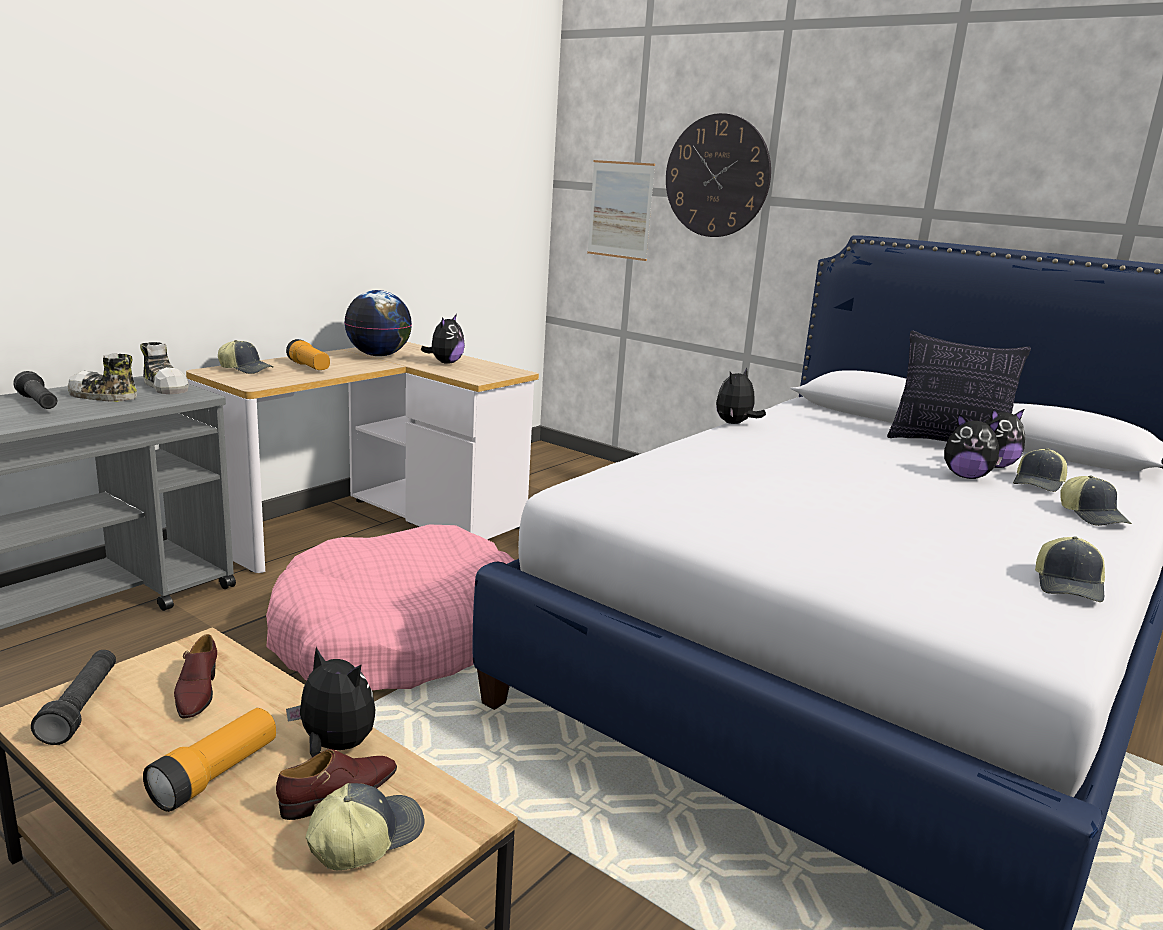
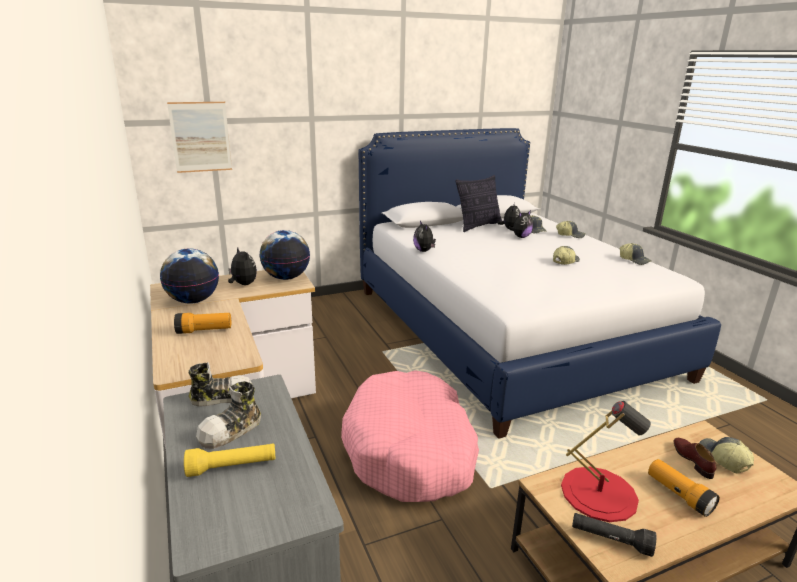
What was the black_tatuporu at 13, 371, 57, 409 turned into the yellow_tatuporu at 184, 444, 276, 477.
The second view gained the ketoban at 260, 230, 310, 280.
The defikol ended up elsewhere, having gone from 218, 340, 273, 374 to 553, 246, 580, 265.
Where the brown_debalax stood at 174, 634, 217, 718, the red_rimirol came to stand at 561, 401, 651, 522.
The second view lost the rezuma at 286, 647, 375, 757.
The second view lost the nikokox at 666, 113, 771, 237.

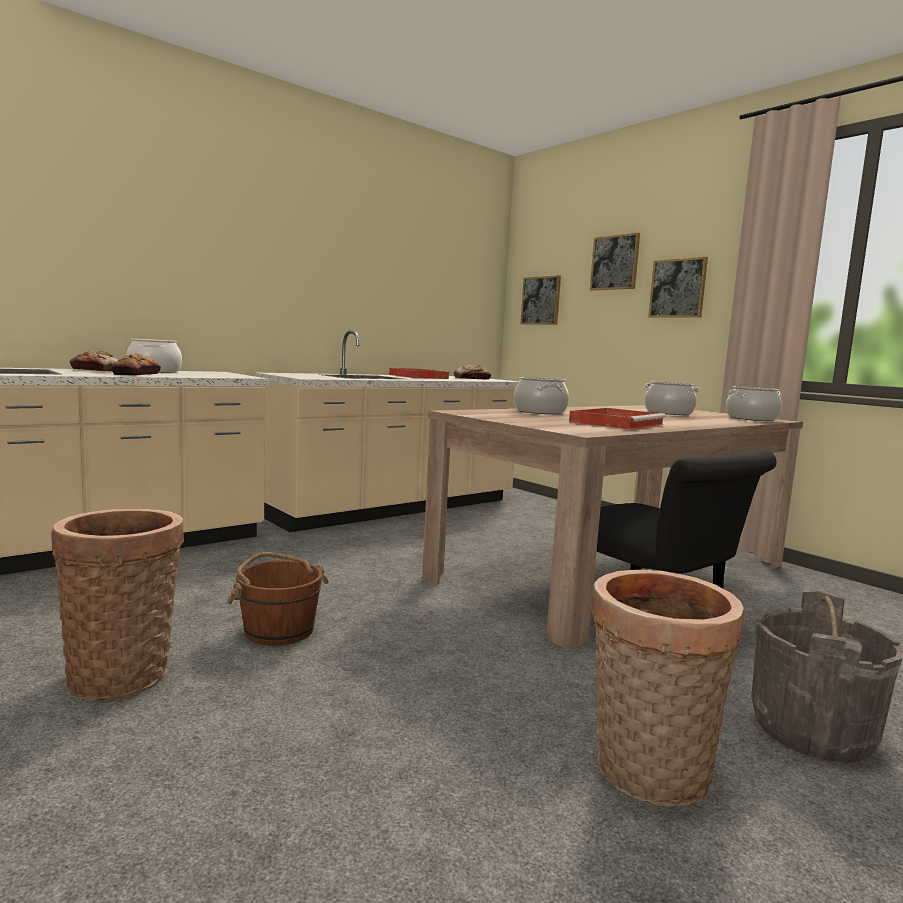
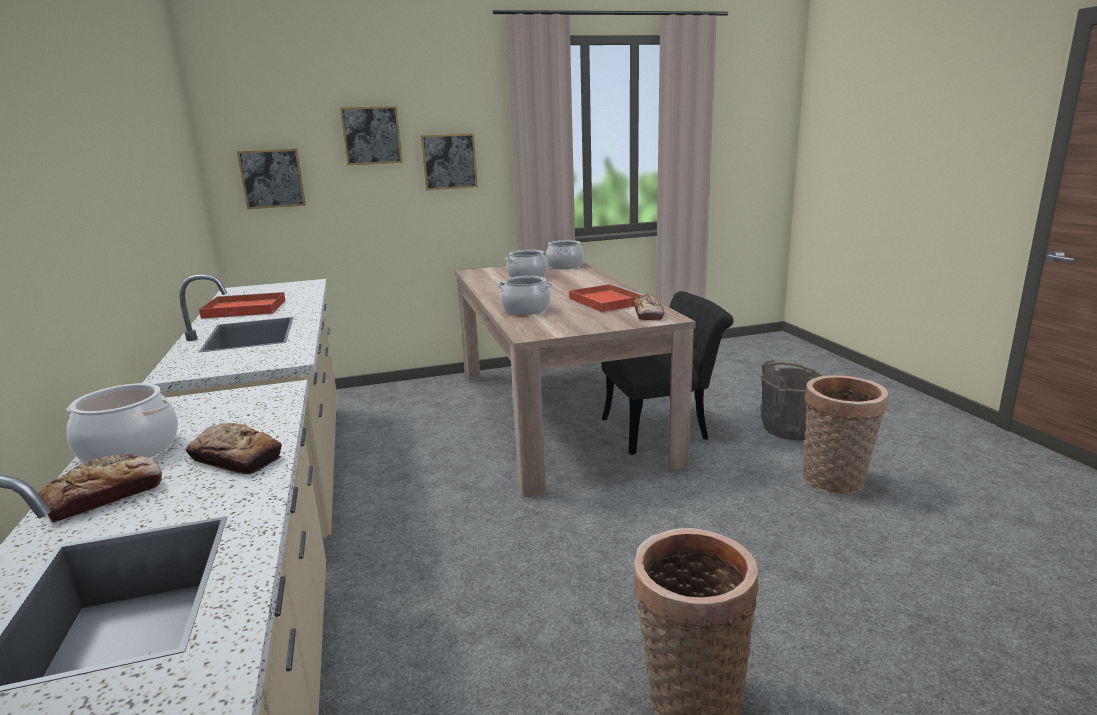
The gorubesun ended up elsewhere, having gone from 454, 364, 491, 380 to 634, 294, 665, 320.
The second view lost the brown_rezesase at 227, 552, 329, 646.

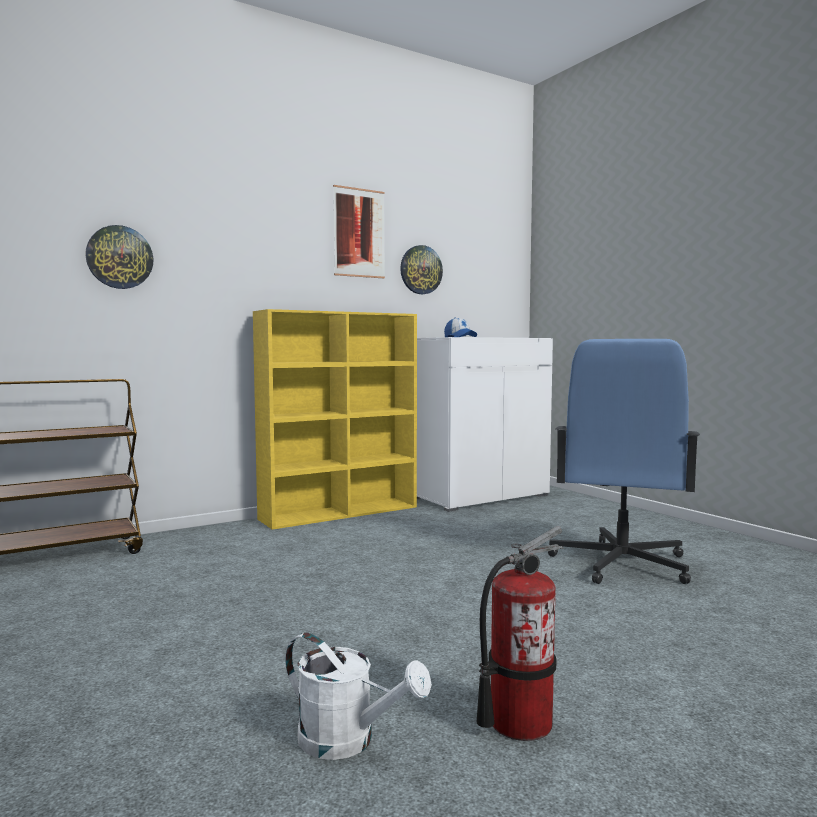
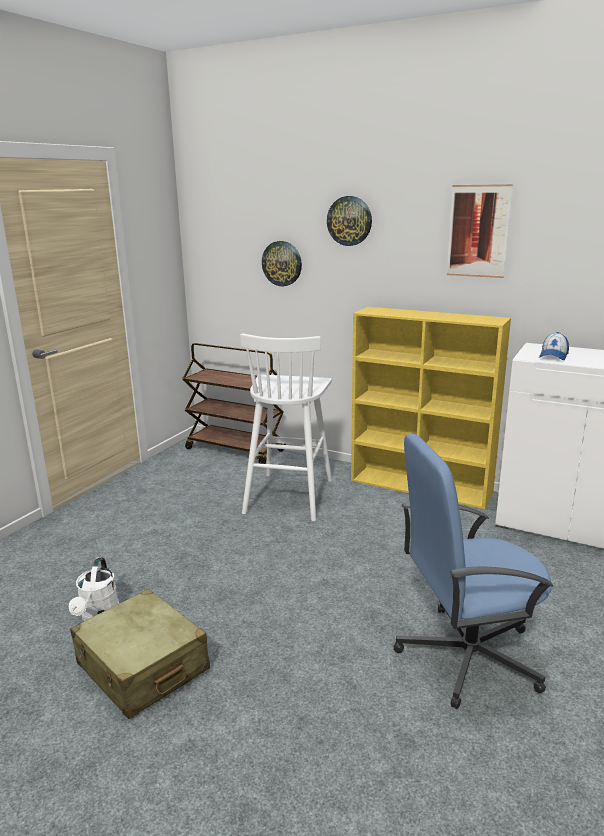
Where the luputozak stood at 477, 526, 564, 741, the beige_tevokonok came to stand at 70, 589, 210, 719.
The second view gained the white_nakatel at 240, 333, 332, 521.
The nikokox ended up elsewhere, having gone from 400, 245, 443, 294 to 327, 196, 372, 246.

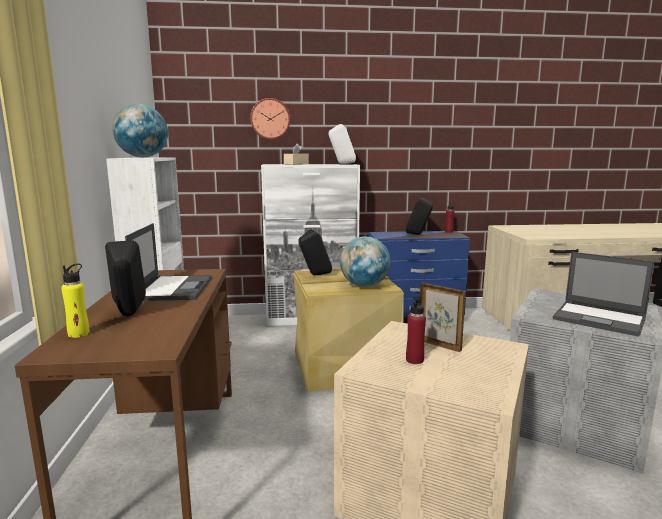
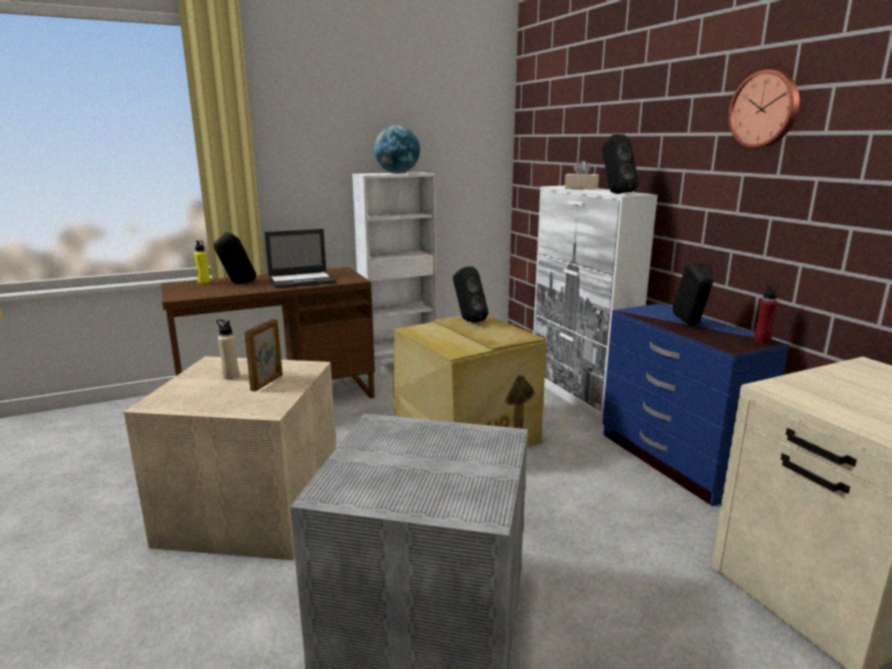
What was the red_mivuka at 406, 296, 426, 364 turned into the beige_mivuka at 216, 319, 239, 379.
What was the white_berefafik at 329, 124, 356, 164 turned into the black_berefafik at 602, 134, 638, 194.
The nikokox ended up elsewhere, having gone from 250, 98, 291, 140 to 728, 70, 800, 148.
The second view lost the ketoban at 340, 236, 391, 287.
The second view lost the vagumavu at 553, 252, 655, 337.

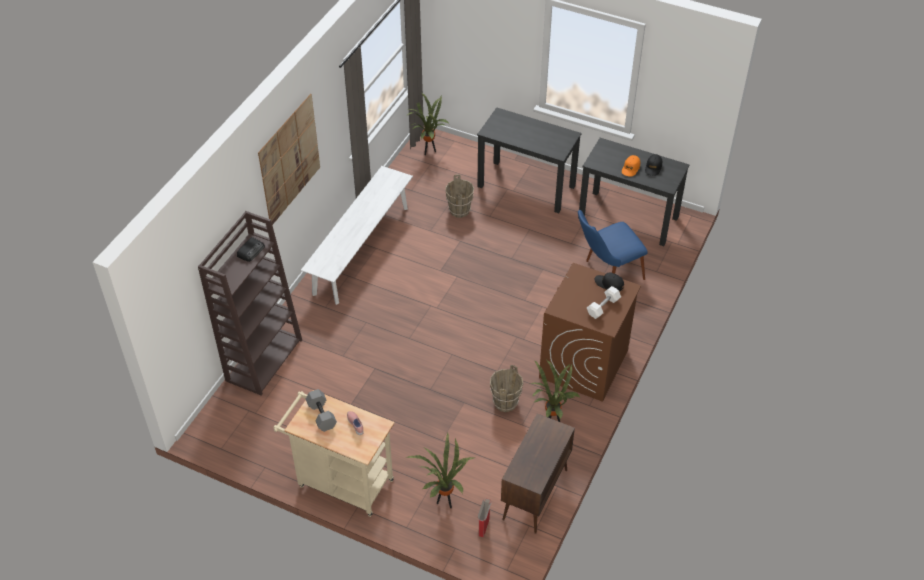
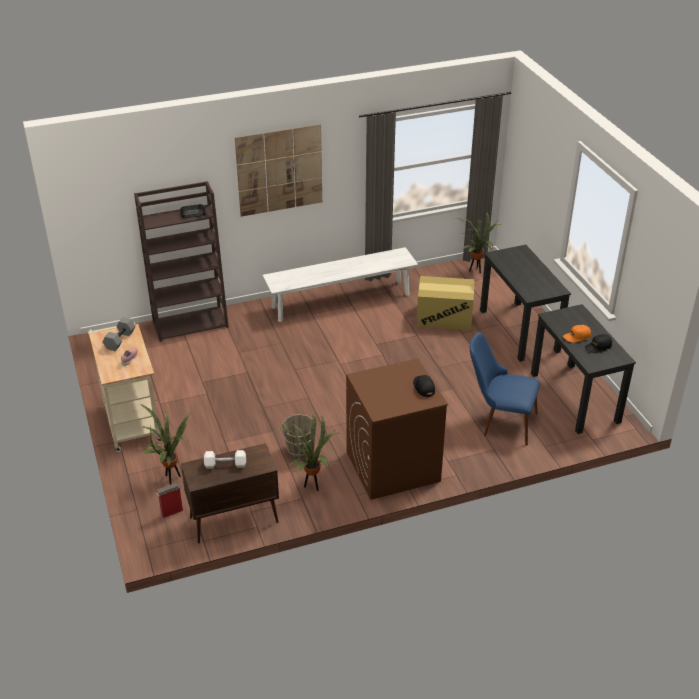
The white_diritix ended up elsewhere, having gone from 587, 286, 621, 319 to 204, 450, 246, 469.
Where the brown_rezesase stood at 445, 174, 474, 218, the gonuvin came to stand at 417, 276, 474, 330.

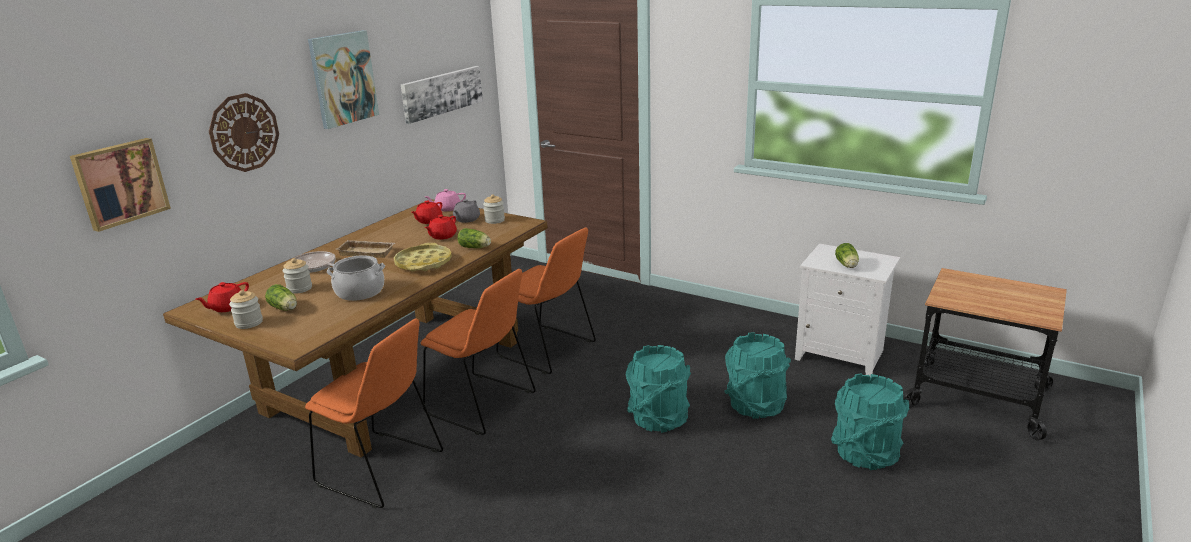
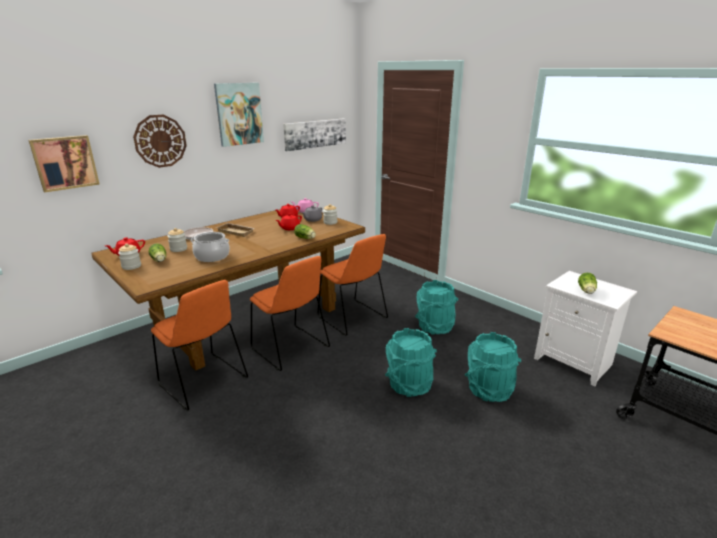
The turquoise_rezesase ended up elsewhere, having gone from 831, 373, 909, 470 to 415, 280, 458, 335.
The second view lost the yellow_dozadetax at 394, 243, 452, 272.

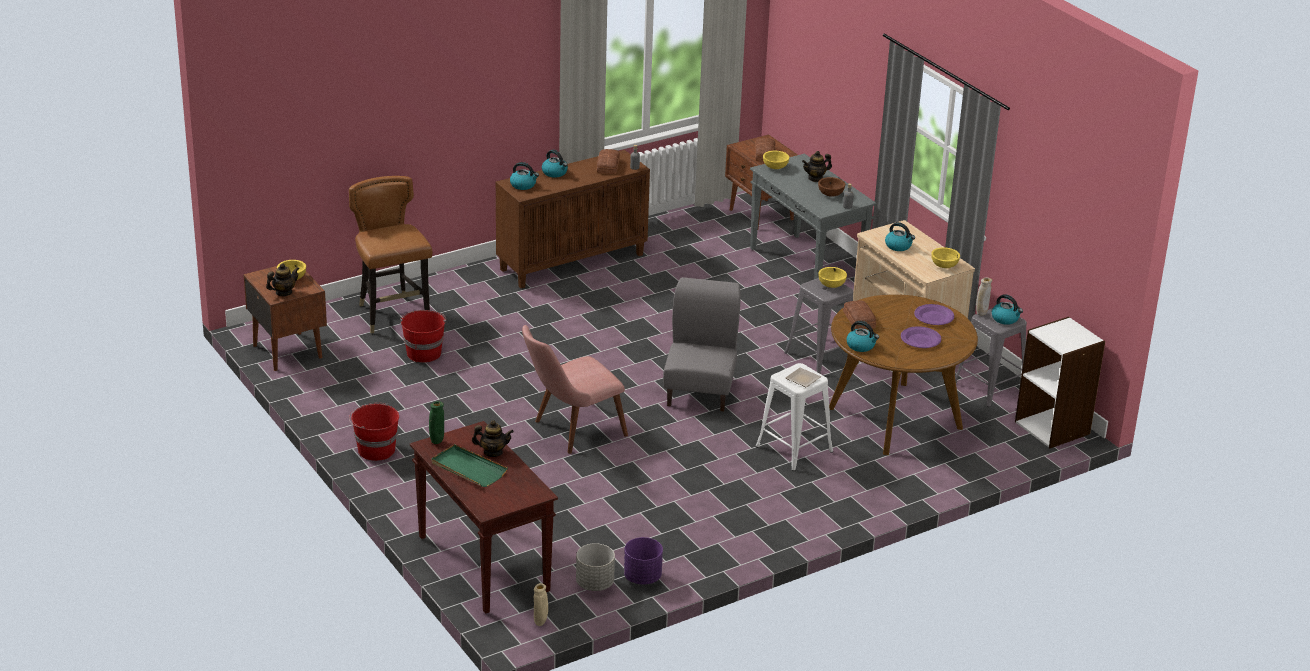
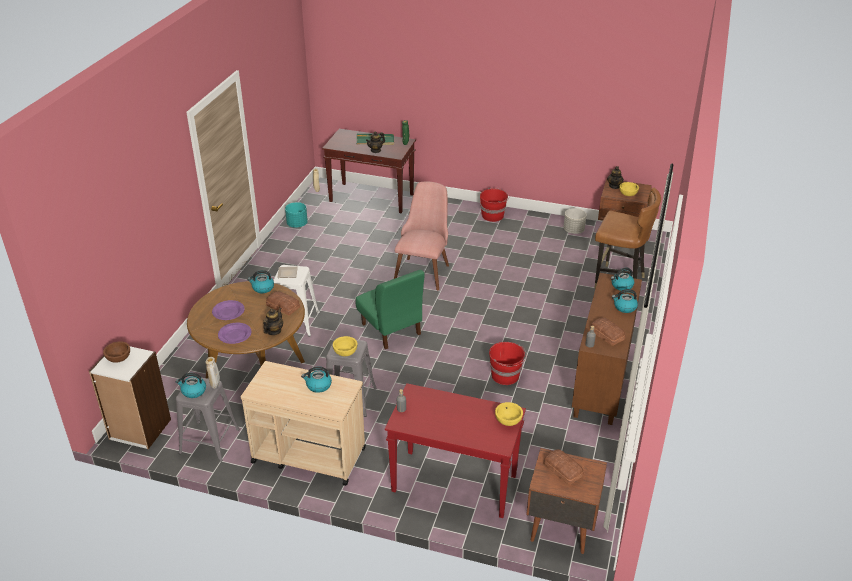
The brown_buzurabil ended up elsewhere, having gone from 818, 177, 845, 197 to 103, 341, 130, 363.
The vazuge ended up elsewhere, having gone from 802, 151, 832, 182 to 263, 308, 283, 335.
What was the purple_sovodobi at 624, 537, 663, 585 turned into the turquoise_sovodobi at 285, 202, 308, 228.
What was the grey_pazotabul at 663, 277, 741, 411 turned into the green_pazotabul at 356, 269, 425, 349.
What was the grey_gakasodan at 750, 154, 877, 279 turned into the red_gakasodan at 385, 383, 526, 518.
The red_rezesase ended up elsewhere, having gone from 400, 310, 446, 363 to 489, 342, 527, 385.
The grey_sovodobi ended up elsewhere, having gone from 576, 543, 615, 591 to 563, 208, 586, 234.
The second view lost the yellow_buzurabil at 931, 247, 960, 268.

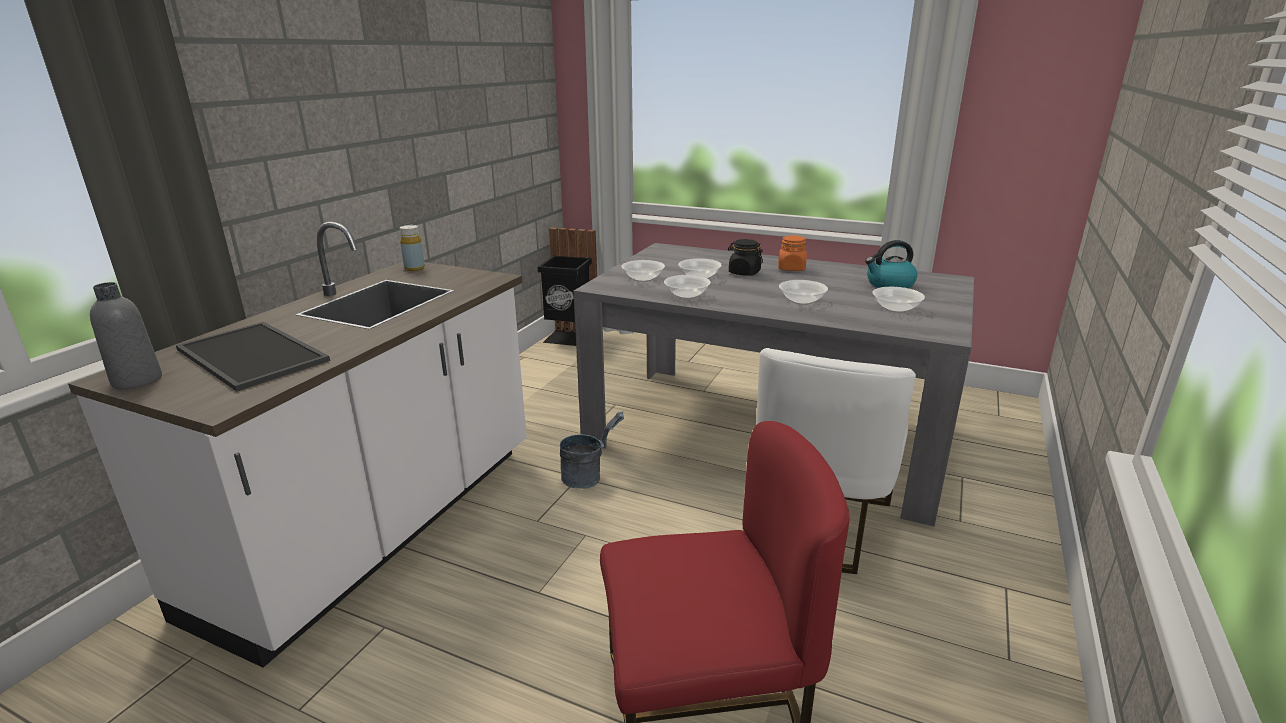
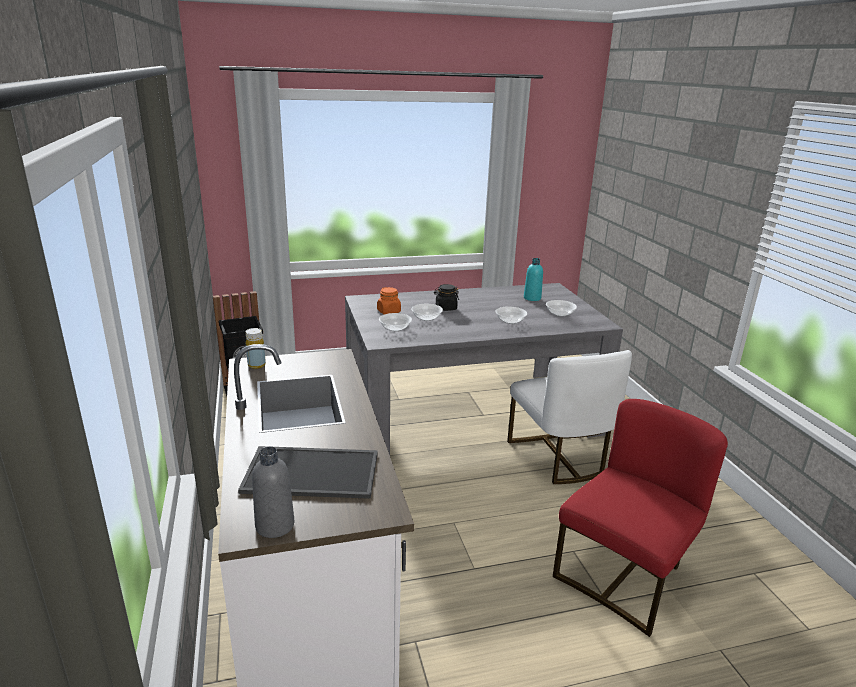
The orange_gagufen ended up elsewhere, having gone from 778, 235, 807, 271 to 377, 287, 401, 314.
Where the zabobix stood at 865, 240, 918, 288, the turquoise_mivuka came to stand at 524, 258, 543, 301.
The second view lost the grey_rezesase at 560, 412, 624, 489.
The second view lost the buzurabil at 664, 275, 711, 299.

